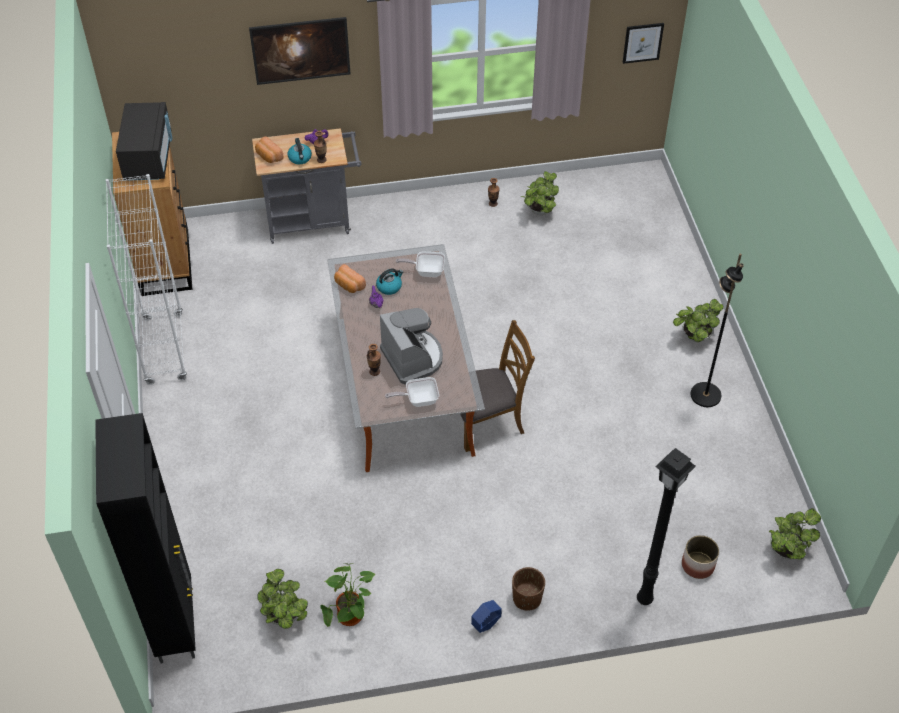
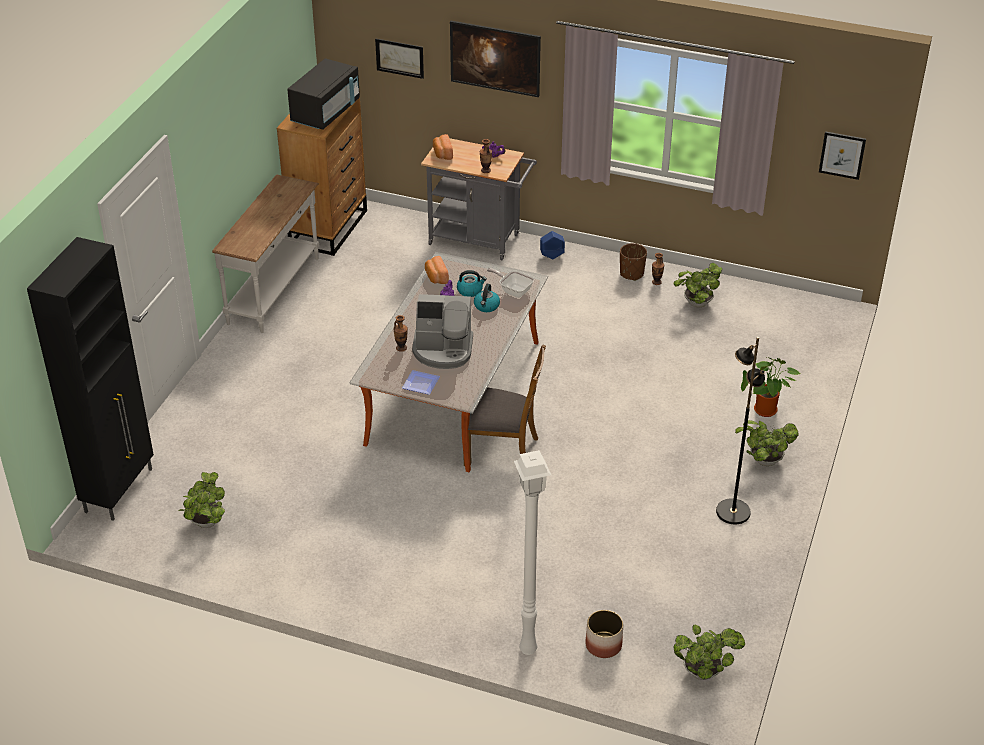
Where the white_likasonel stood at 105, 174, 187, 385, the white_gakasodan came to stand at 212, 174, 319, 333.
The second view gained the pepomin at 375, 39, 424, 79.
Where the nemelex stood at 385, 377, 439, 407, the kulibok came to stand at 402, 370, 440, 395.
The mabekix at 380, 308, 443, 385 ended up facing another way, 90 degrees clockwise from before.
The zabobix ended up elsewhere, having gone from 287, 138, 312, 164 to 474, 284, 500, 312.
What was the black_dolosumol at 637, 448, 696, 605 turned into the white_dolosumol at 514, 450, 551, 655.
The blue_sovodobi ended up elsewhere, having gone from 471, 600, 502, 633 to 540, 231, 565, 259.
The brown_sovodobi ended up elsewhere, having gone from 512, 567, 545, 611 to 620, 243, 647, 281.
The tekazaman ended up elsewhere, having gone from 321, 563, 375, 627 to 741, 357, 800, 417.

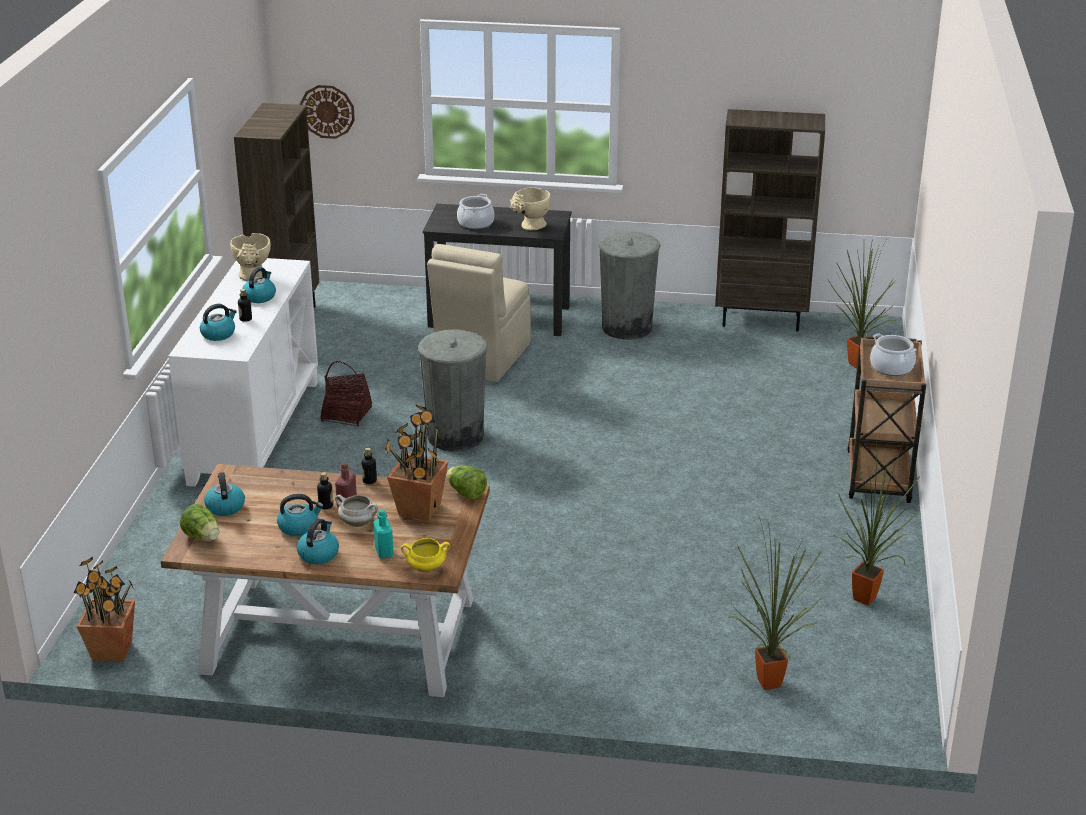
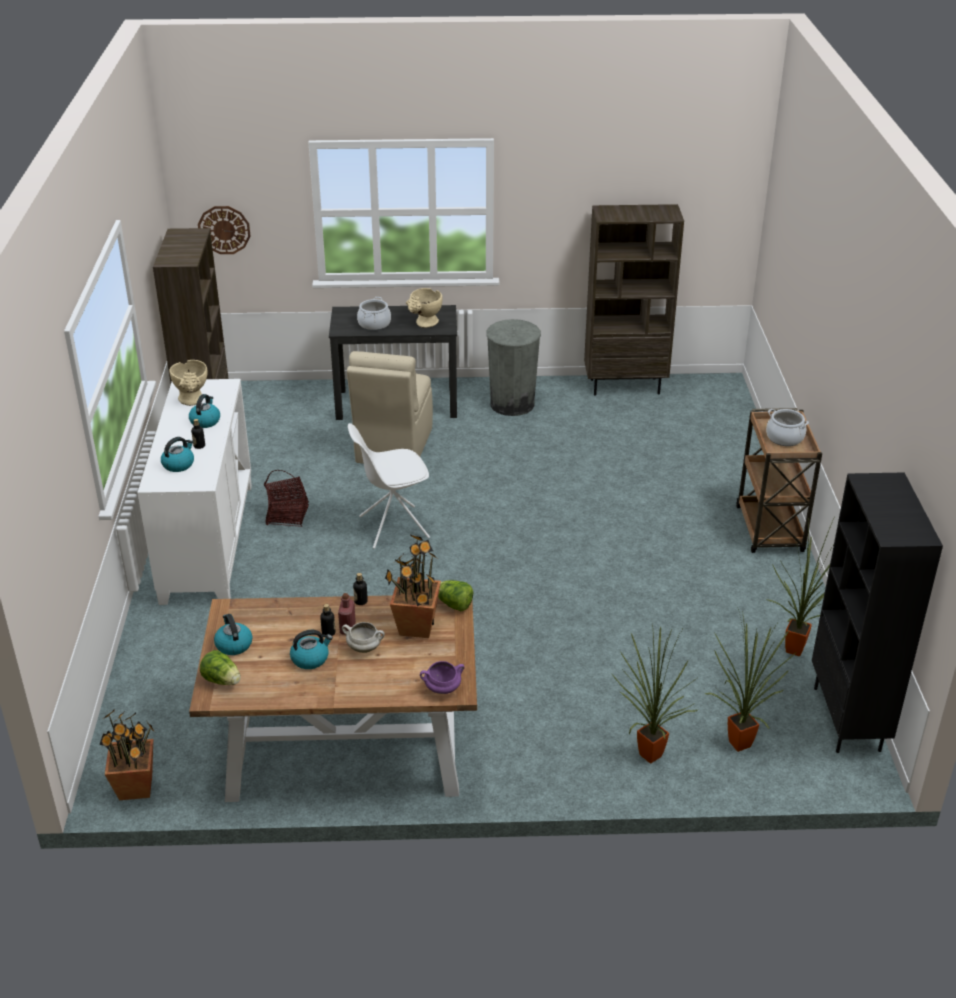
Where the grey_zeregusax stood at 418, 329, 488, 451, the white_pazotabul came to stand at 348, 423, 430, 549.
What was the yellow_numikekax at 401, 538, 450, 572 turned into the purple_numikekax at 420, 661, 464, 694.
The tekazaman ended up elsewhere, having gone from 827, 238, 898, 369 to 611, 626, 697, 764.
The second view gained the black_likasonel at 812, 472, 943, 753.
The second view lost the zabobix at 297, 518, 339, 564.
The second view lost the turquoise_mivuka at 373, 509, 394, 558.

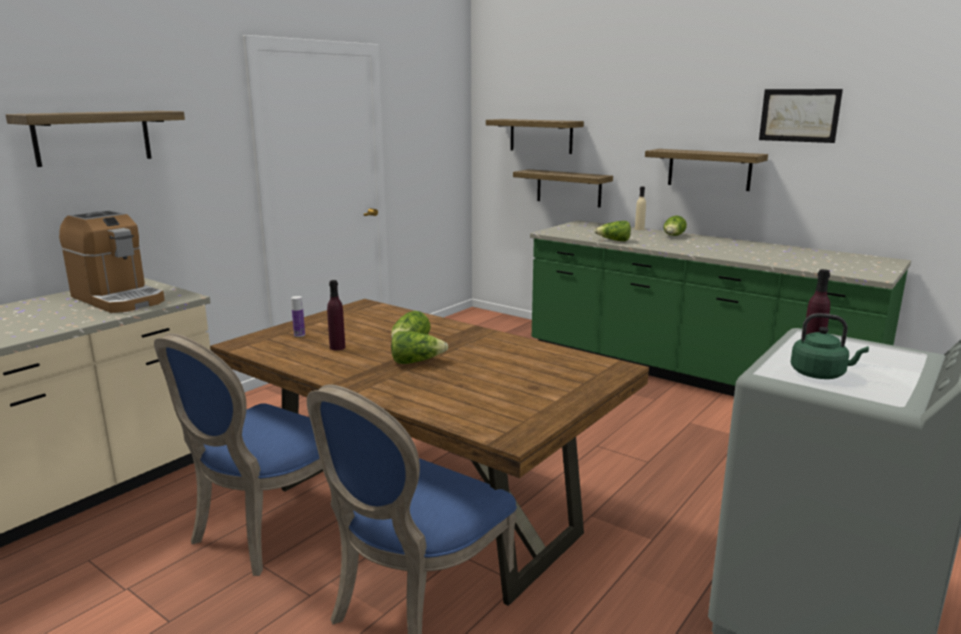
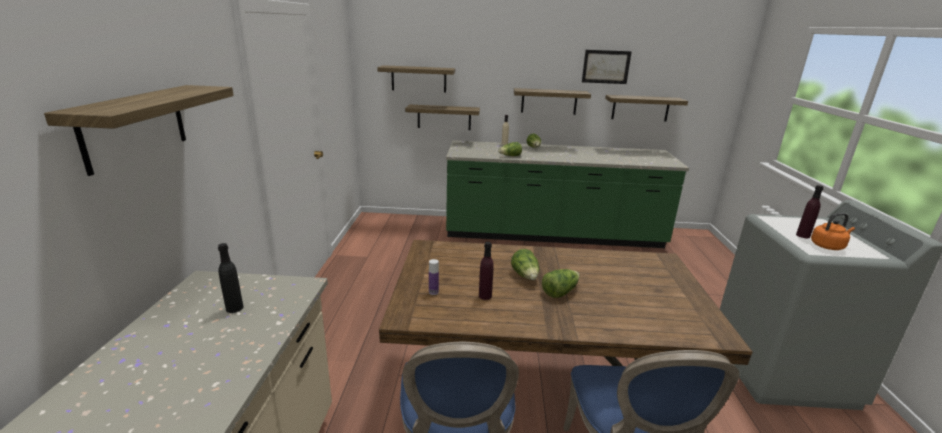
Where the mabekix stood at 59, 210, 165, 313, the black_mivuka came to stand at 218, 243, 244, 313.
The second view gained the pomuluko at 605, 95, 688, 121.
What was the green_zabobix at 791, 313, 869, 379 turned into the orange_zabobix at 811, 213, 855, 250.

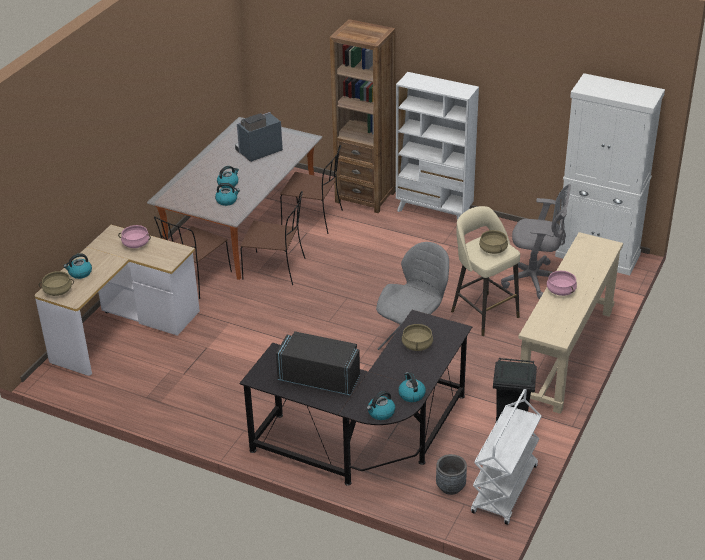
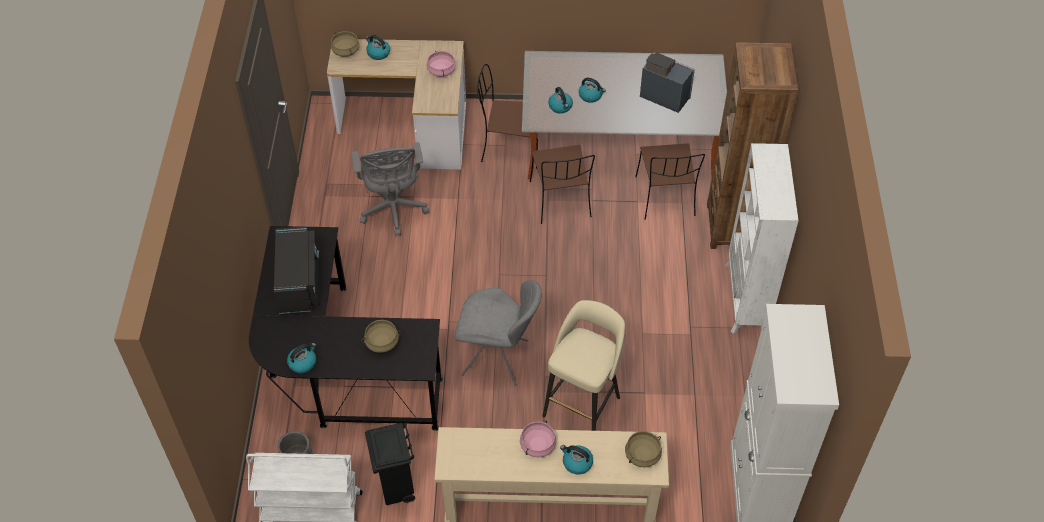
The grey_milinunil ended up elsewhere, having gone from 501, 184, 571, 299 to 351, 142, 430, 236.
The zabobix ended up elsewhere, having gone from 367, 391, 395, 420 to 560, 445, 593, 475.
The beige_numikekax ended up elsewhere, having gone from 479, 230, 508, 254 to 625, 431, 662, 467.

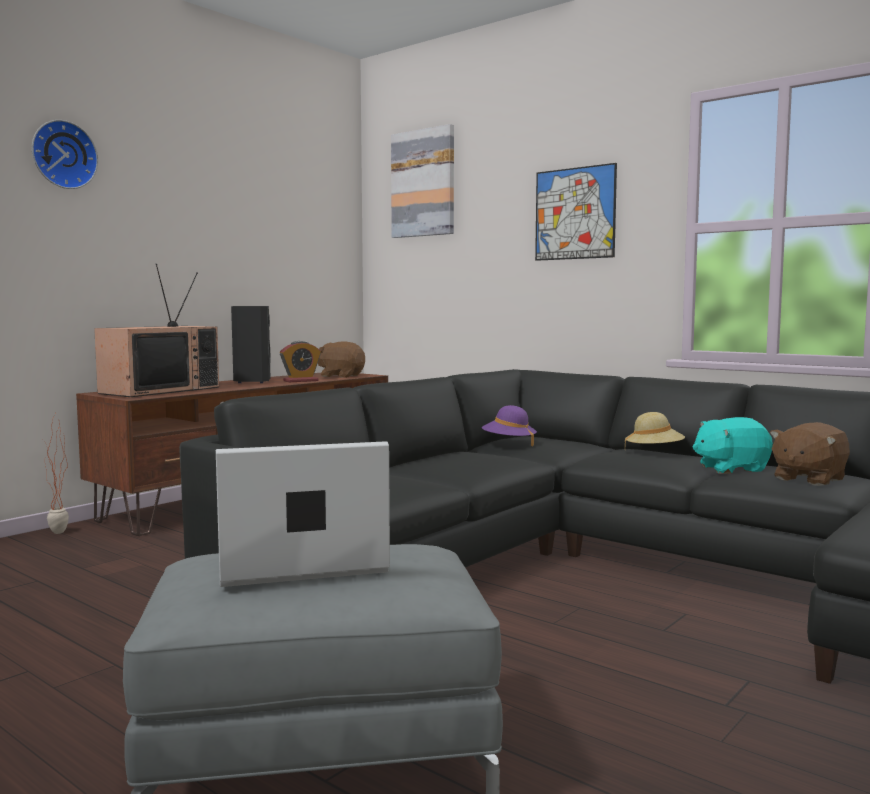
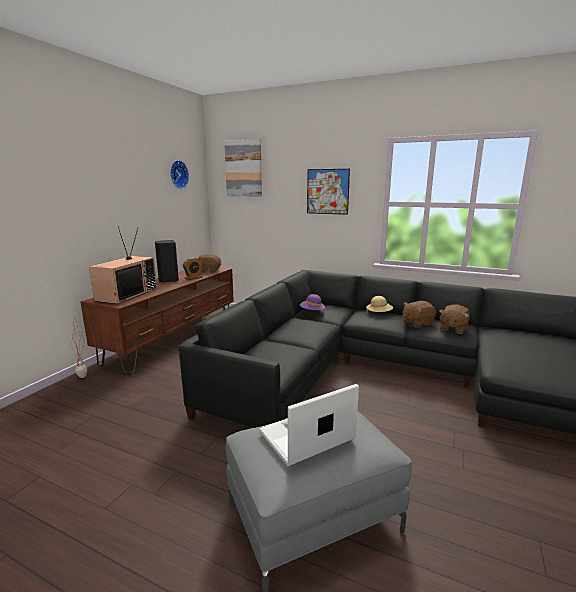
The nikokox ended up elsewhere, having gone from 32, 120, 98, 189 to 170, 160, 189, 189.
What was the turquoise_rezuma at 693, 417, 773, 474 turned into the brown_rezuma at 403, 301, 436, 328.

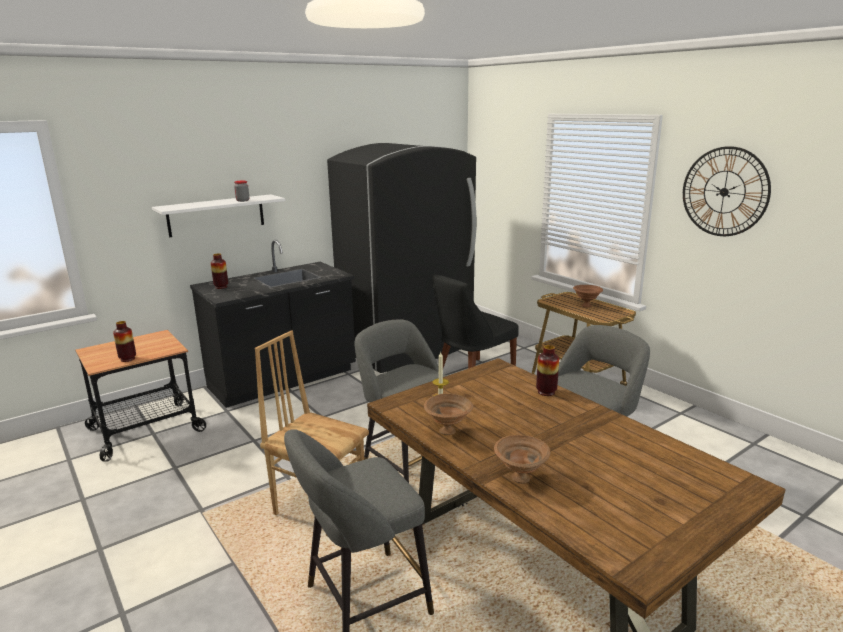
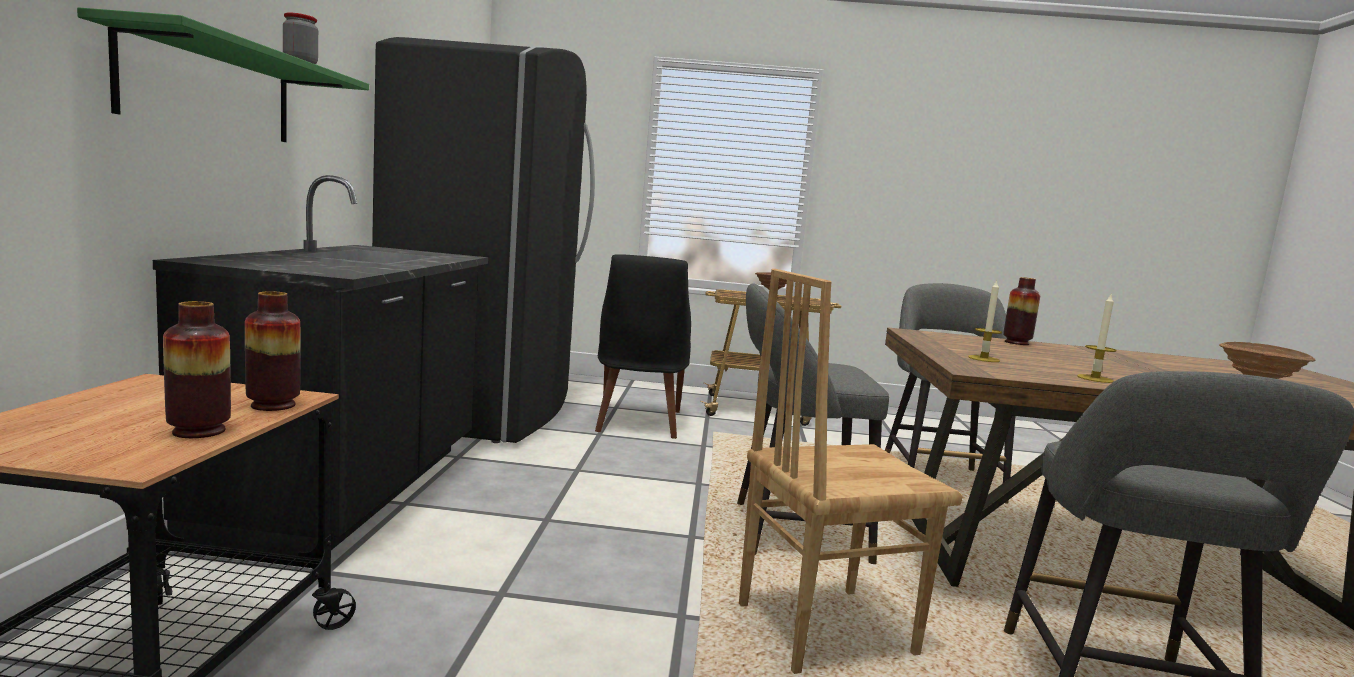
What was the white_pomuluko at 152, 194, 285, 237 turned into the green_pomuluko at 77, 7, 369, 142.
The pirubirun ended up elsewhere, having gone from 211, 253, 228, 289 to 245, 291, 300, 411.
Where the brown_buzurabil stood at 424, 394, 473, 435, the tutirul came to stand at 1077, 295, 1117, 383.
The second view lost the nikokox at 683, 146, 771, 236.

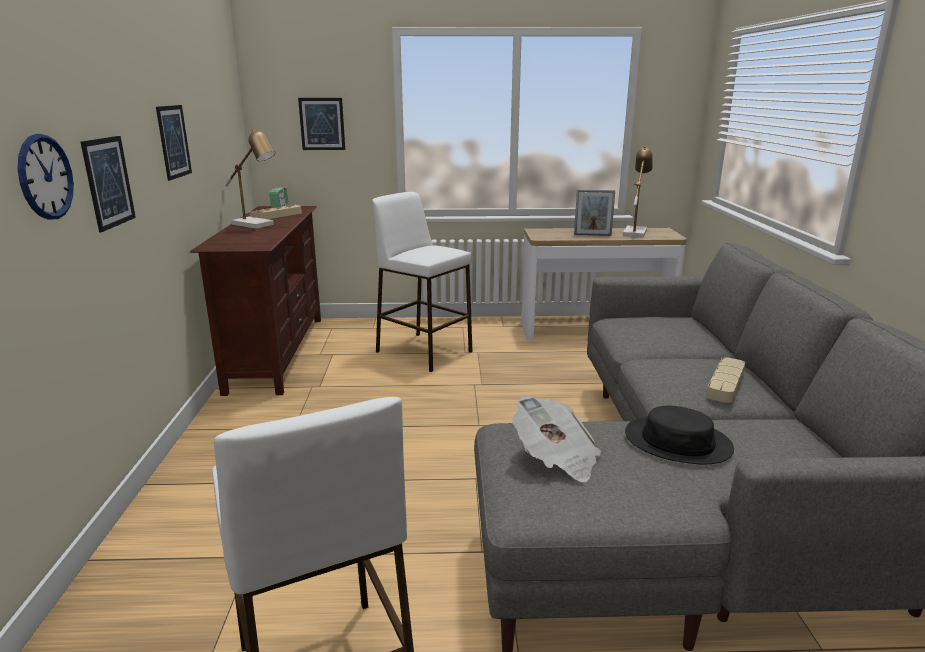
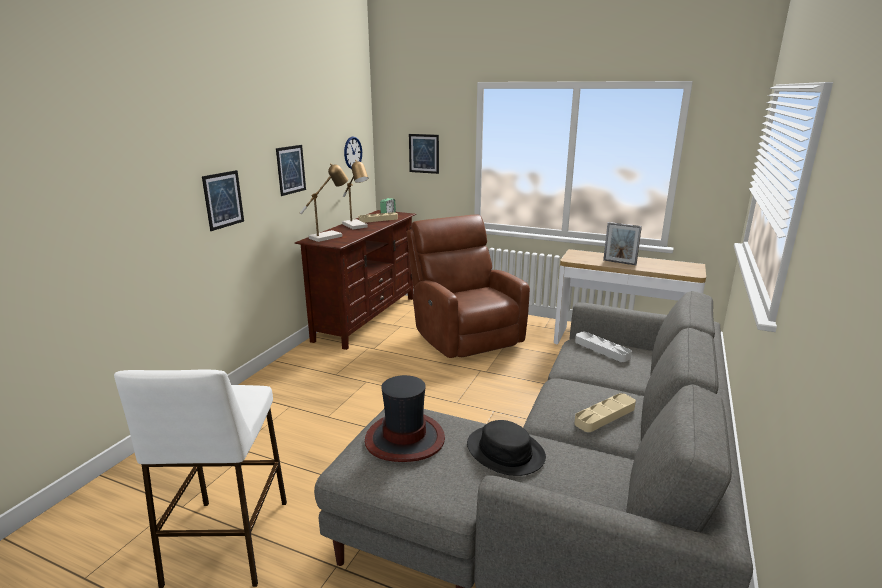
The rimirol ended up elsewhere, having gone from 623, 146, 653, 238 to 300, 163, 348, 242.
The nikokox ended up elsewhere, having gone from 18, 134, 74, 220 to 344, 136, 362, 169.
Where the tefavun stood at 512, 396, 601, 482, the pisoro came to stand at 365, 375, 445, 462.
Where the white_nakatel stood at 372, 192, 473, 372, the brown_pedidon came to stand at 407, 215, 530, 358.
The second view gained the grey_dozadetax at 575, 332, 632, 362.

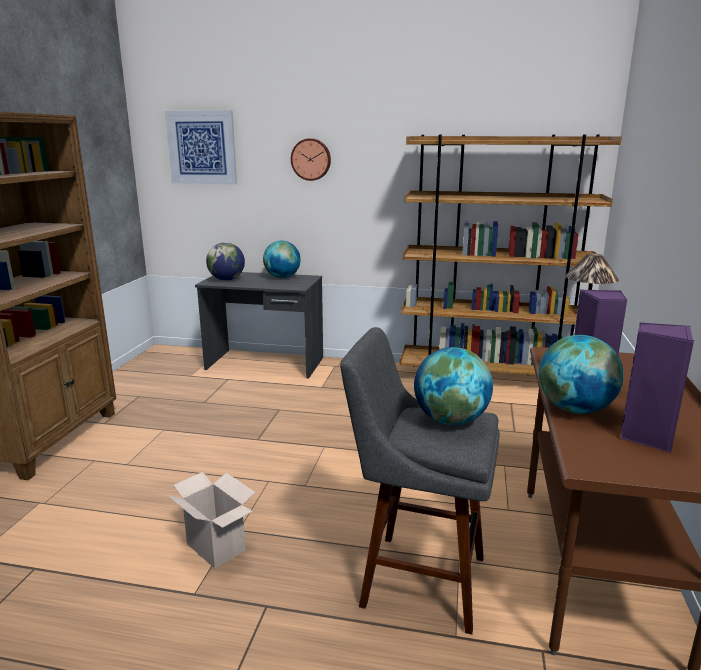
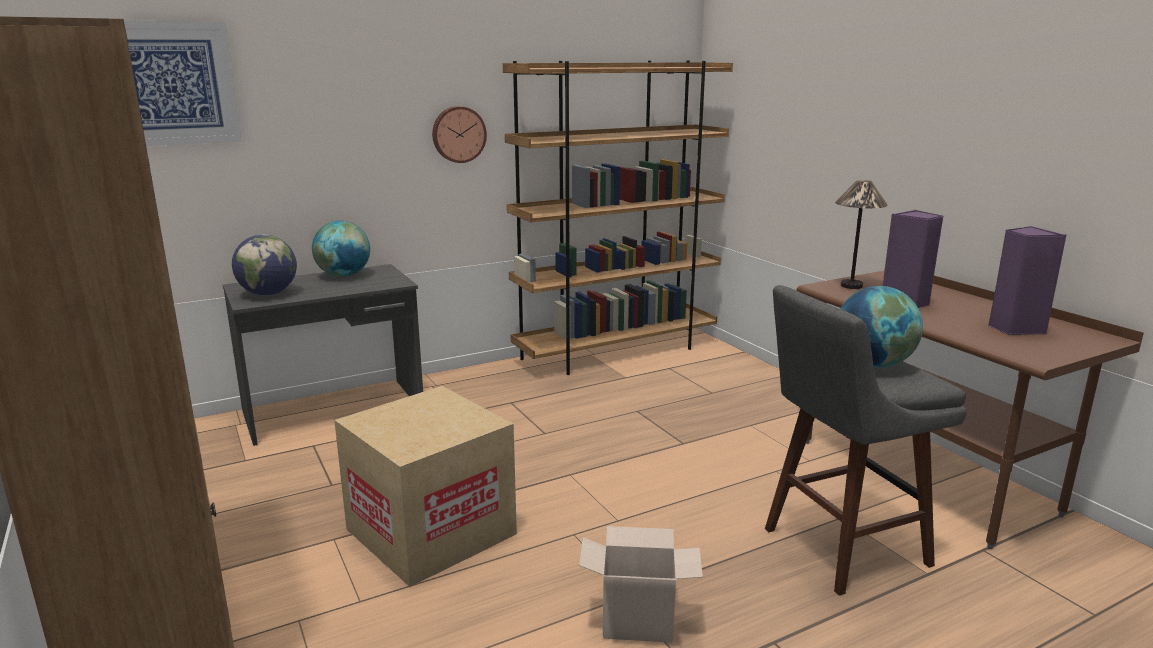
The second view gained the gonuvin at 334, 386, 517, 587.
The nikokox ended up elsewhere, having gone from 291, 138, 331, 181 to 432, 106, 487, 163.
The second view lost the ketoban at 539, 335, 624, 414.

